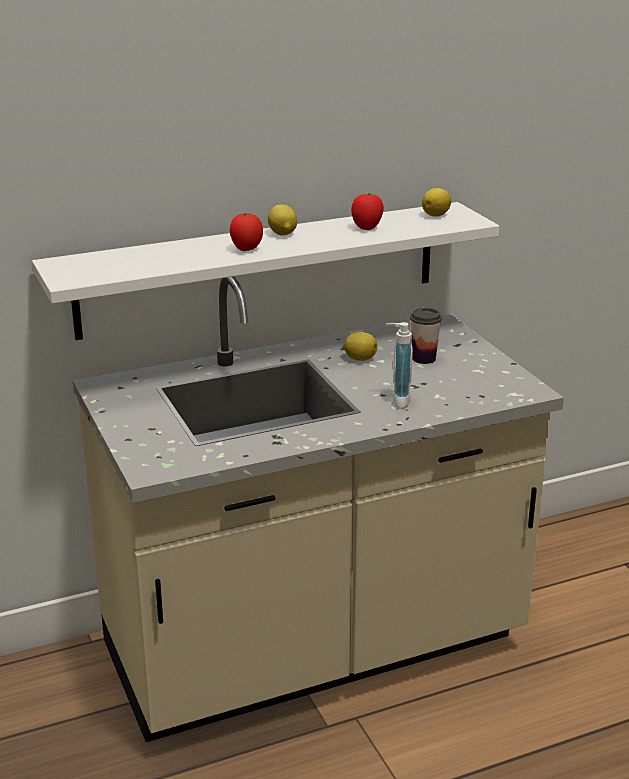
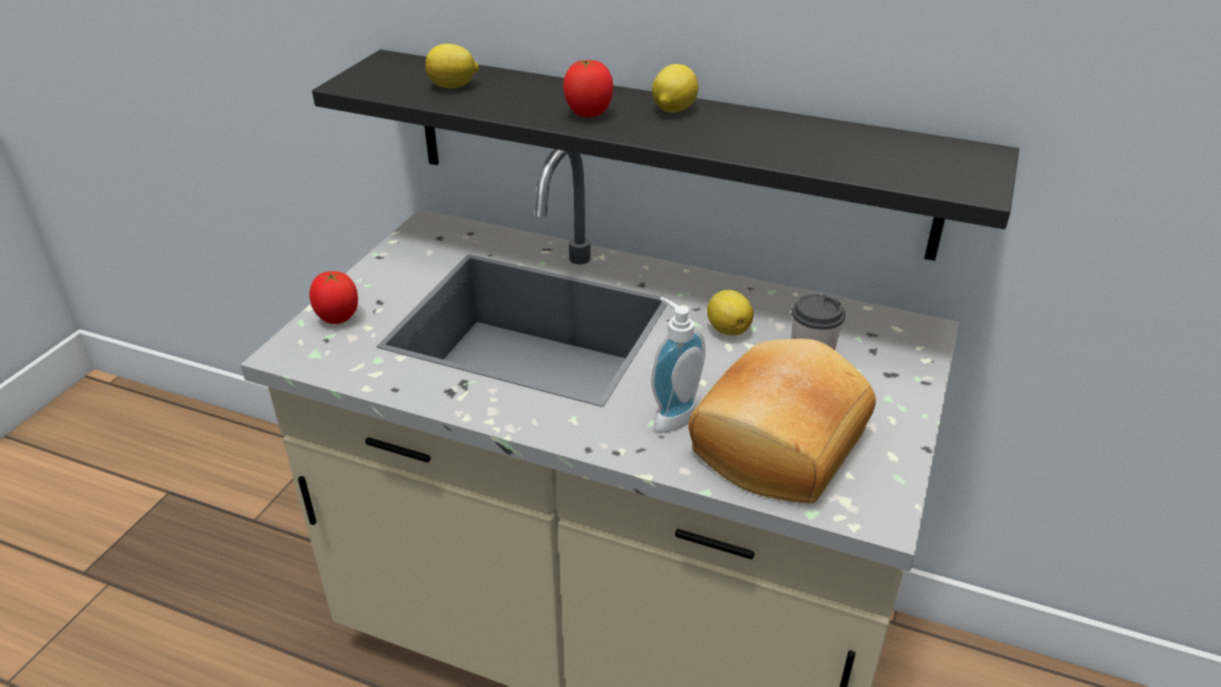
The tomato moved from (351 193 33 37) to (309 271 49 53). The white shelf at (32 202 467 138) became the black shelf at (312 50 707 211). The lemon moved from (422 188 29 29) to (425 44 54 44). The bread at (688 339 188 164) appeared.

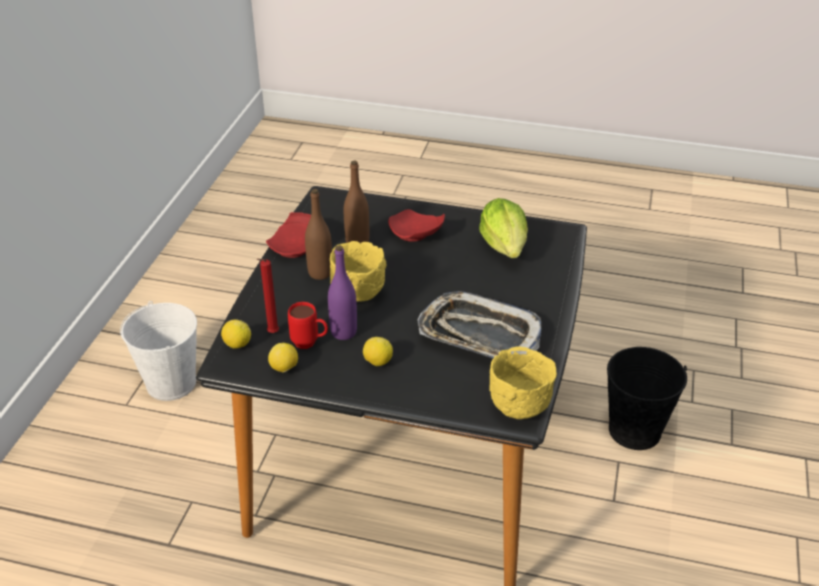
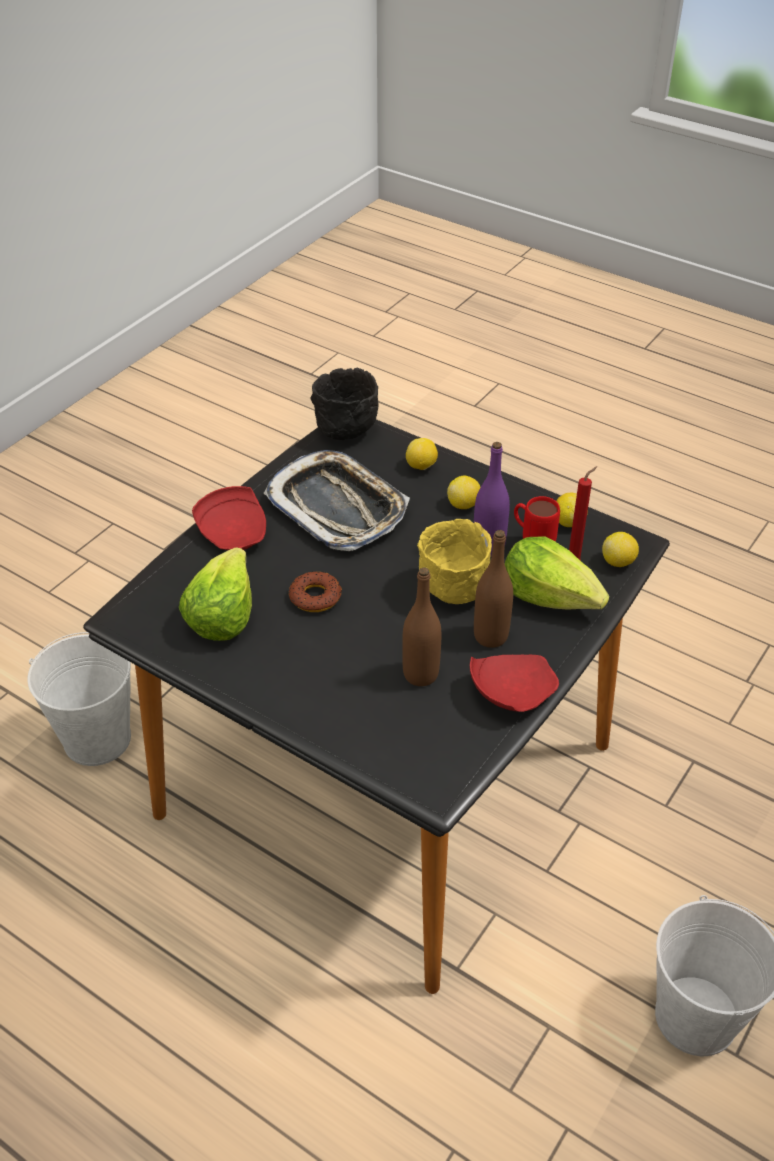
The black bucket at (607 347 80 103) became the white bucket at (27 632 104 134). The red plate moved from (388 209 57 33) to (192 486 74 64). The donut at (288 571 54 41) appeared. The yellow bowl at (490 346 67 73) became the black bowl at (310 367 68 73). The lemon at (406 438 32 32) appeared. The lettuce at (505 536 104 74) appeared.

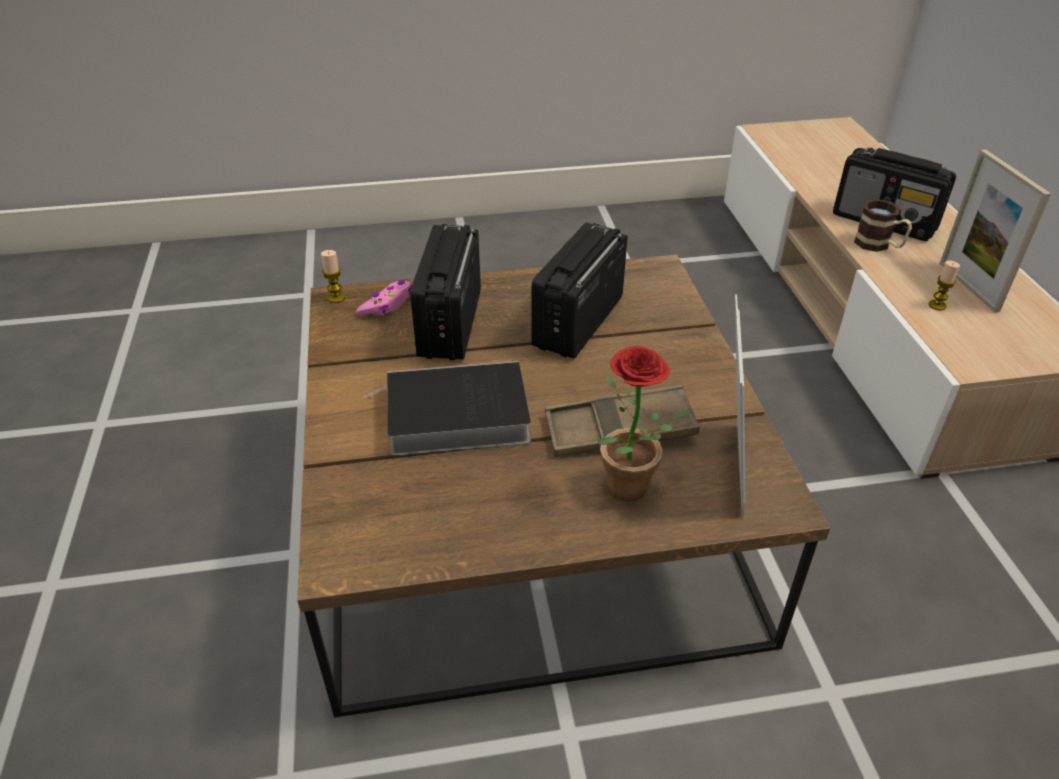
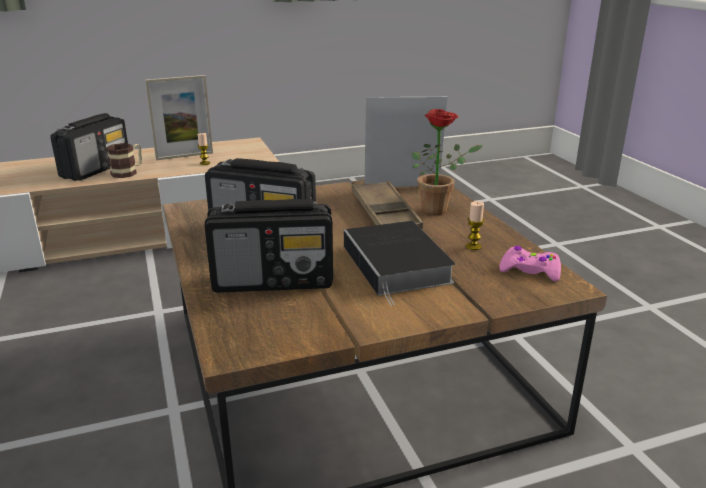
The candle moved from (321 250 24 53) to (466 201 18 49). The pink game controller moved from (356 280 56 36) to (499 246 62 35).

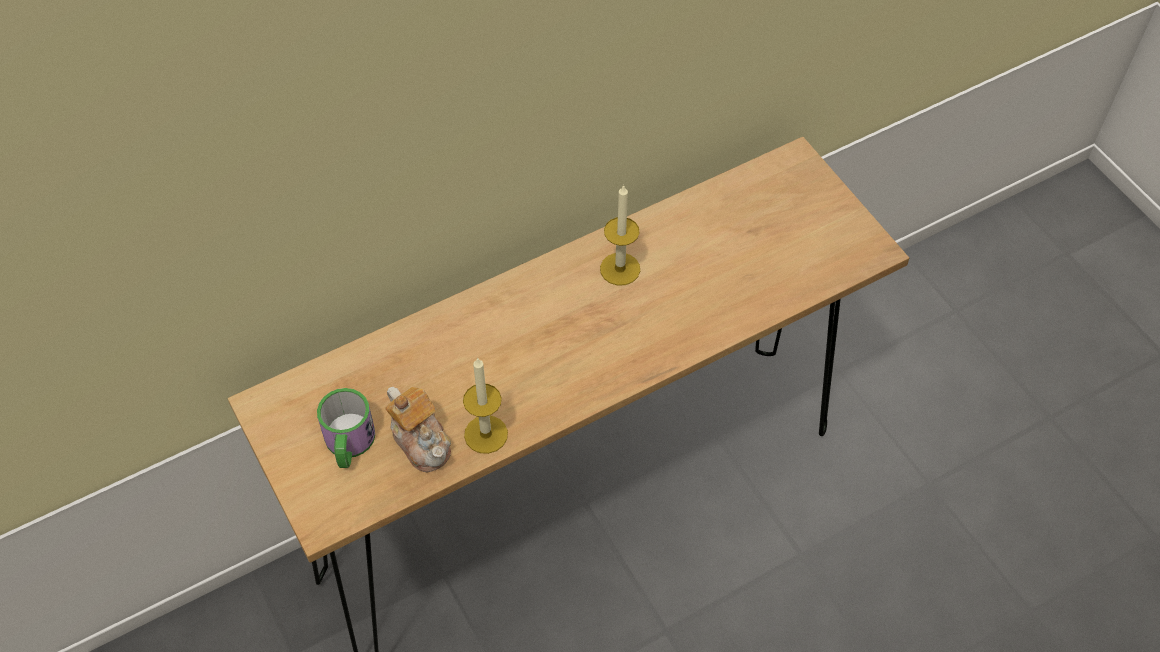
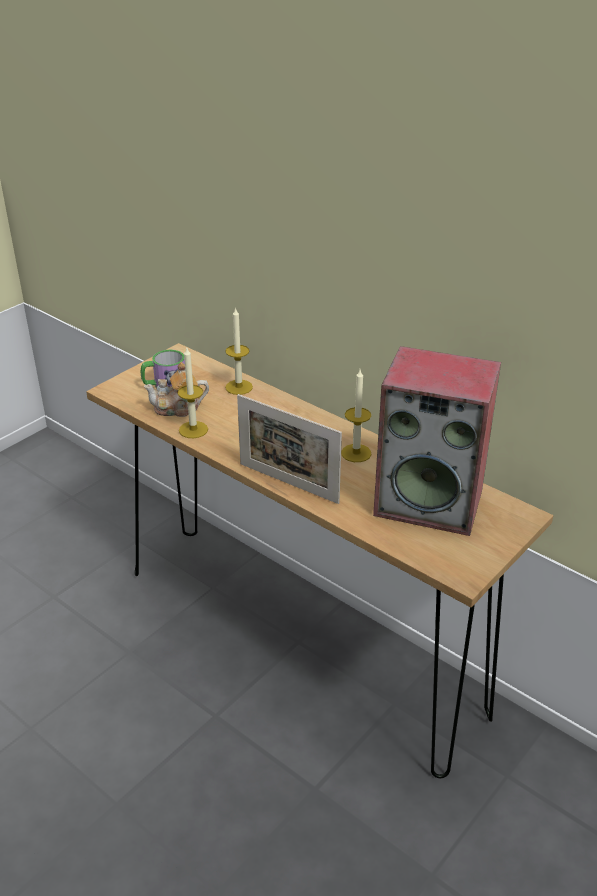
The teapot at (385 387 66 85) turned 45 degrees clockwise. The candle at (225 307 28 88) appeared. The picture frame at (237 394 105 110) appeared. The speaker at (373 346 128 190) appeared.

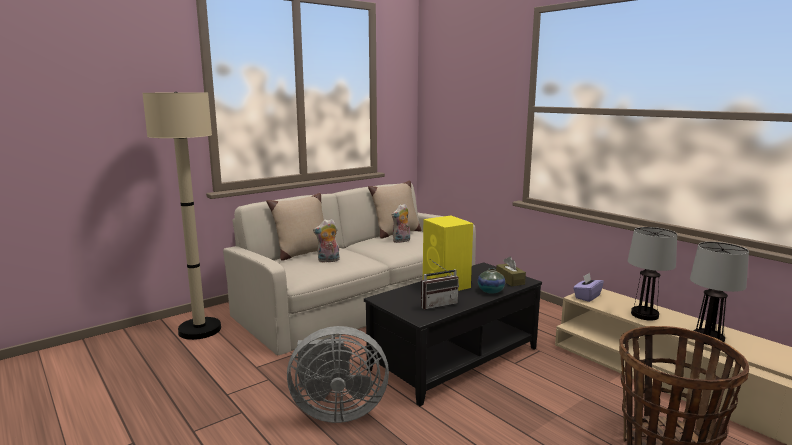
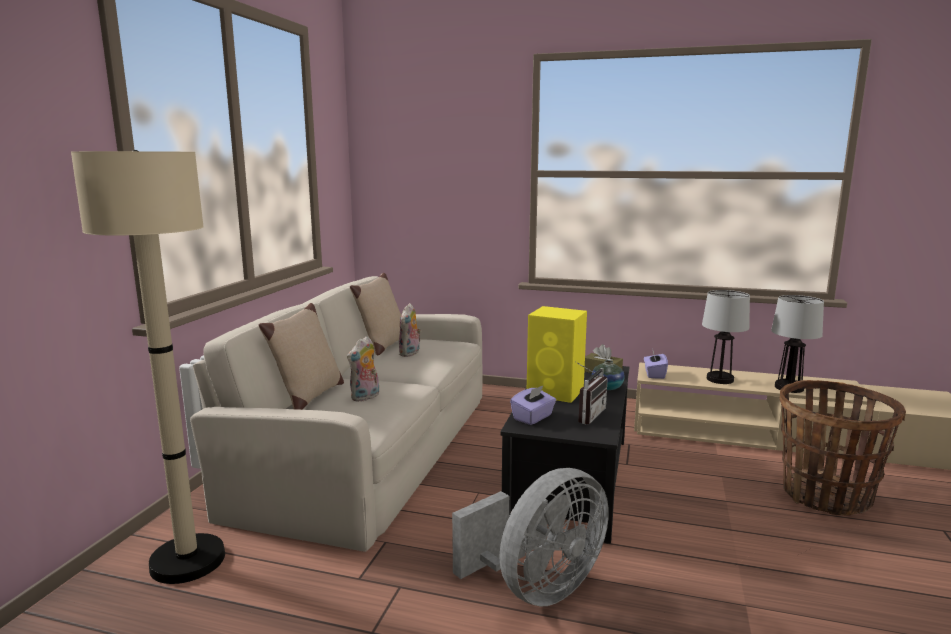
The purple tissue box at (510 385 46 40) appeared.

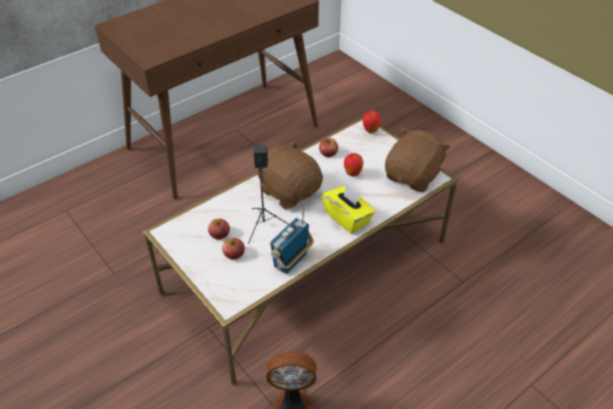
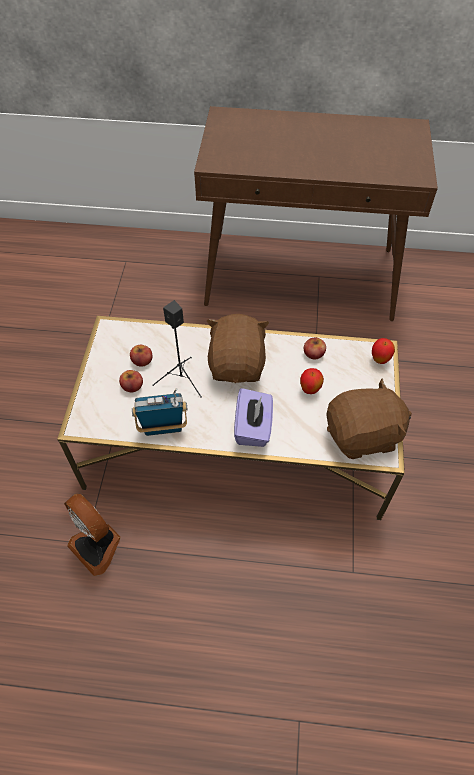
The yellow tissue box at (322 184 53 50) became the purple tissue box at (234 388 39 59).

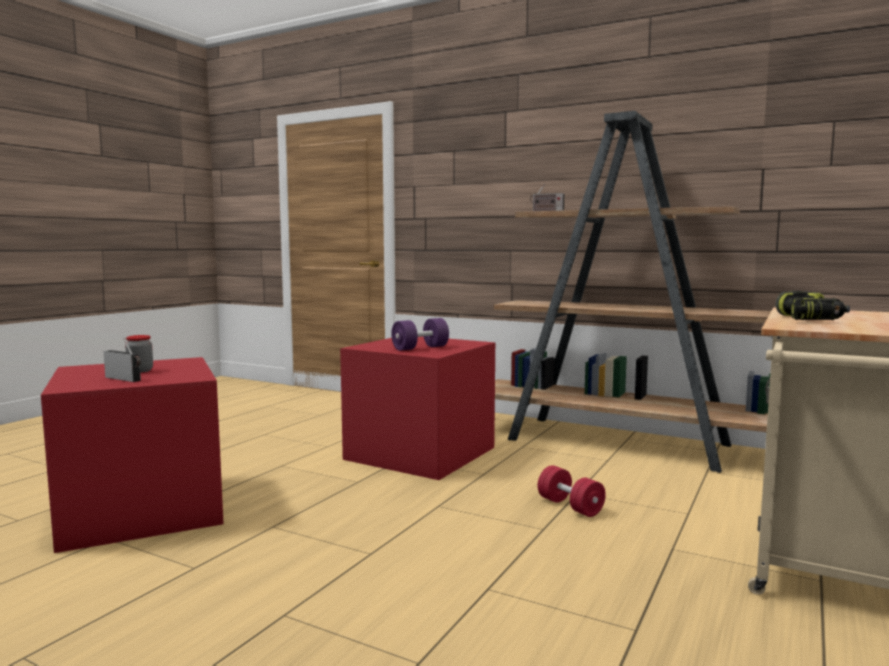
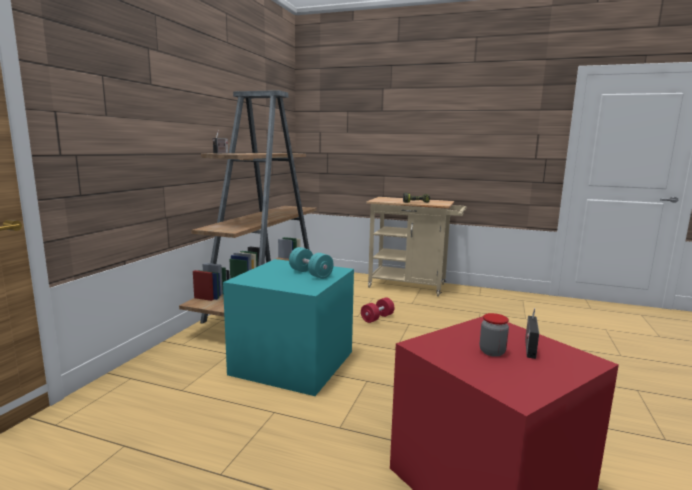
The red storage box at (340 336 155 144) became the turquoise storage box at (223 259 131 137). The purple dumbbell at (391 318 58 33) became the turquoise dumbbell at (289 247 45 32).

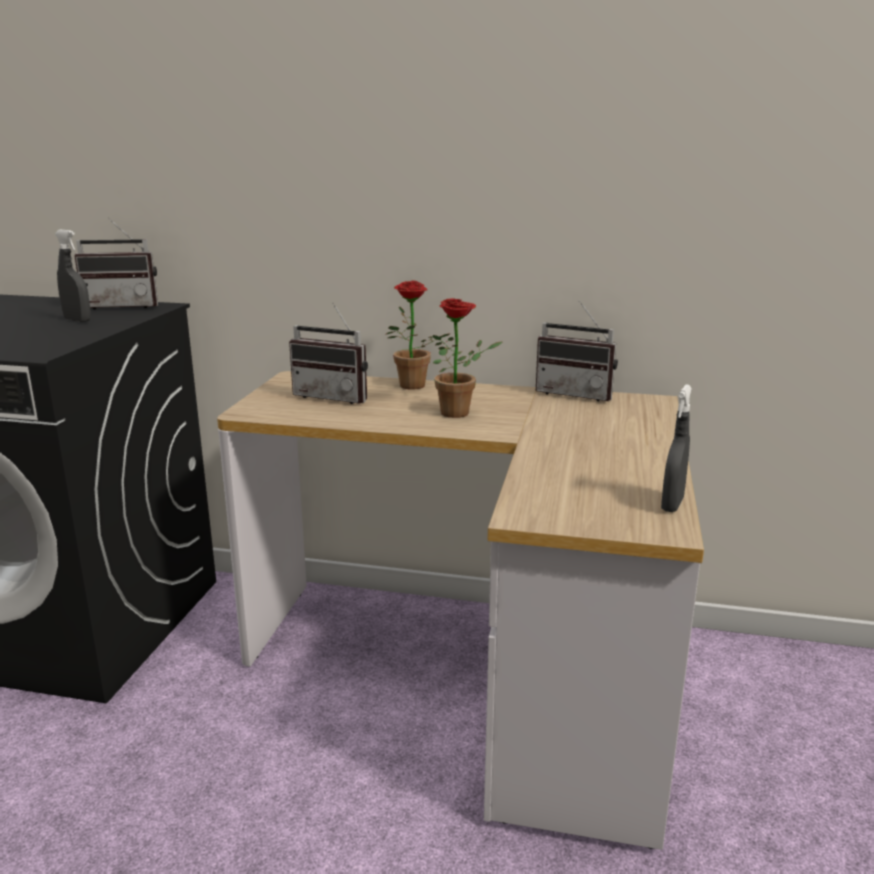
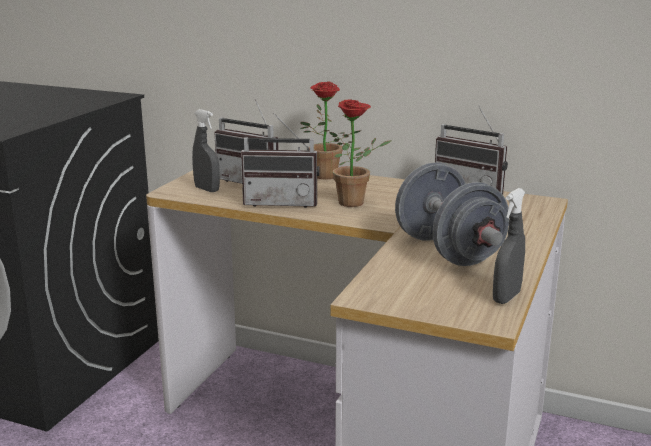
The grey spray bottle moved from (55 230 36 92) to (192 109 28 83). The radio moved from (74 218 84 91) to (241 113 79 95). The grey dumbbell at (395 163 114 103) appeared.

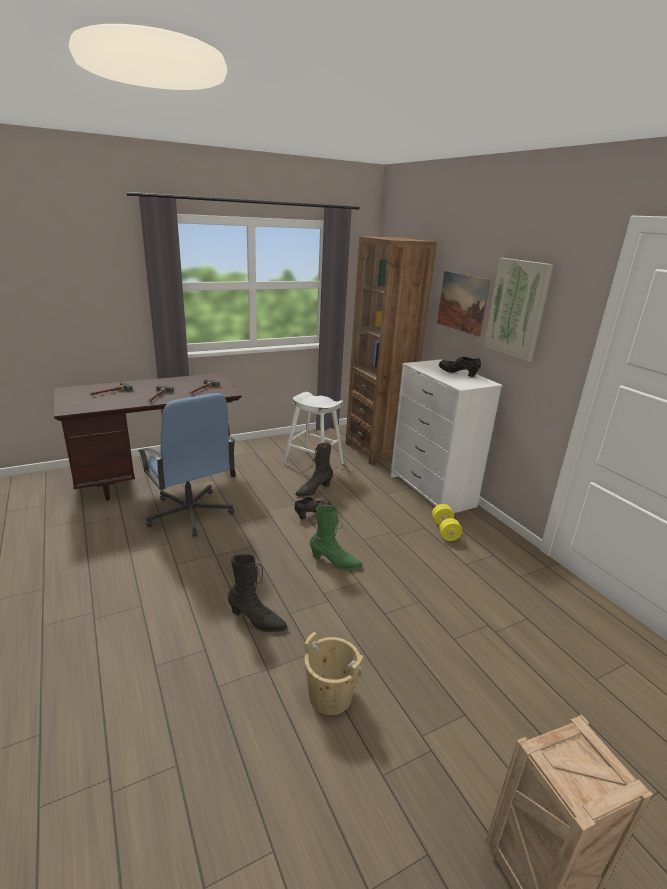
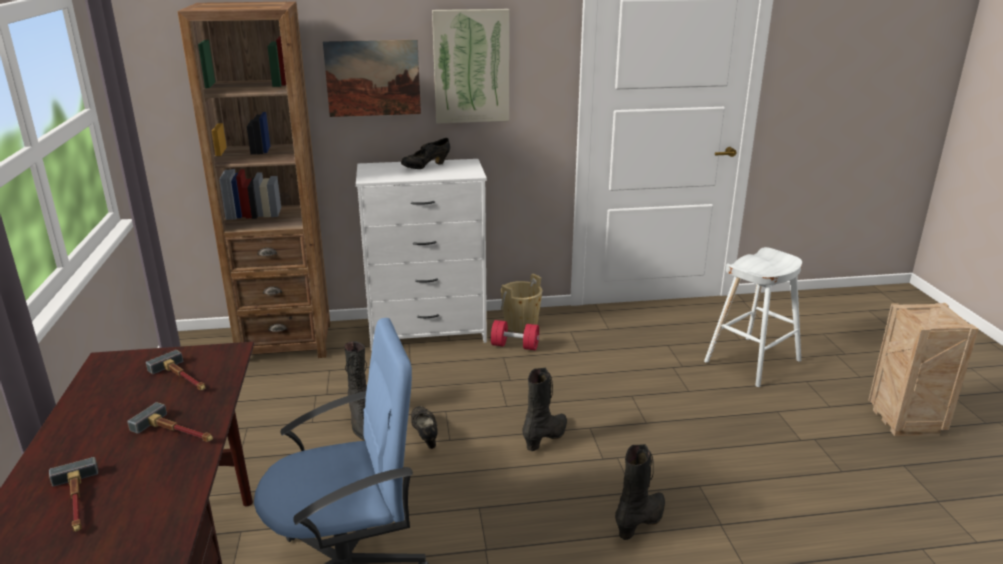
The yellow dumbbell at (432 504 30 37) became the red dumbbell at (491 320 48 30). The beige bucket moved from (305 632 58 83) to (501 274 42 58). The green boot at (310 505 53 65) became the black boot at (522 368 45 83). The white stool moved from (283 392 61 73) to (704 247 98 140).

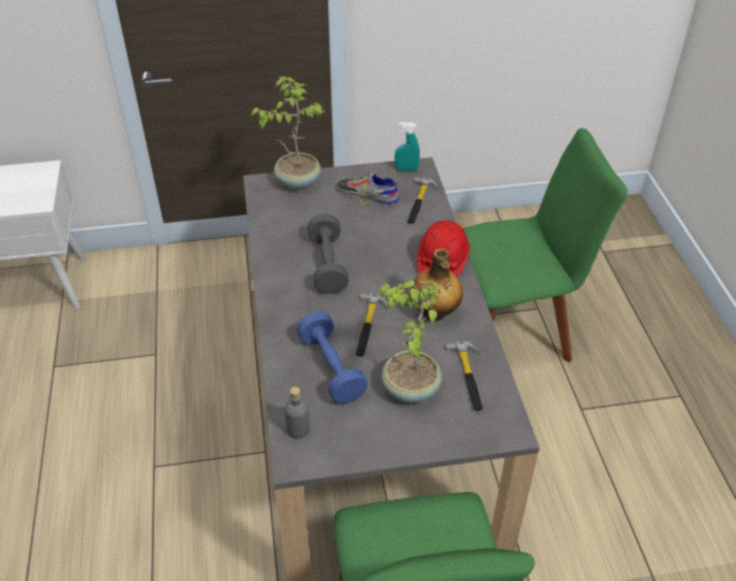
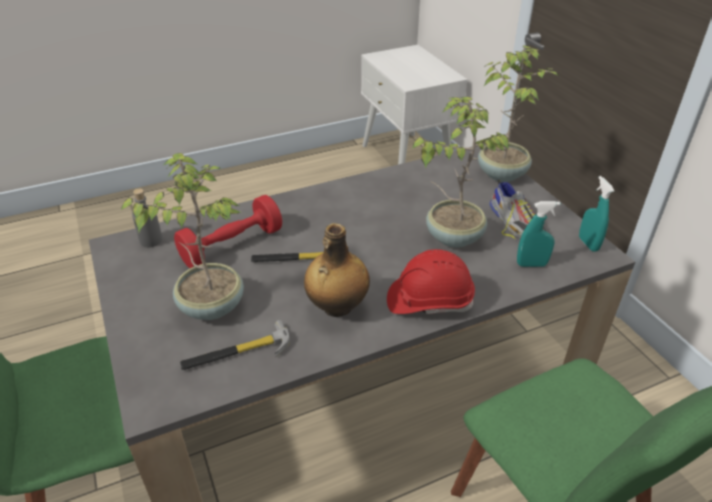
The blue dumbbell at (297 311 71 93) became the red dumbbell at (174 195 108 73). The potted plant at (412 97 98 151) appeared. The shoe at (337 172 63 33) turned 150 degrees clockwise. The hammer at (407 177 31 47) was replaced by the turquoise spray bottle at (517 201 43 66). The grey dumbbell at (308 214 41 80) disappeared.

